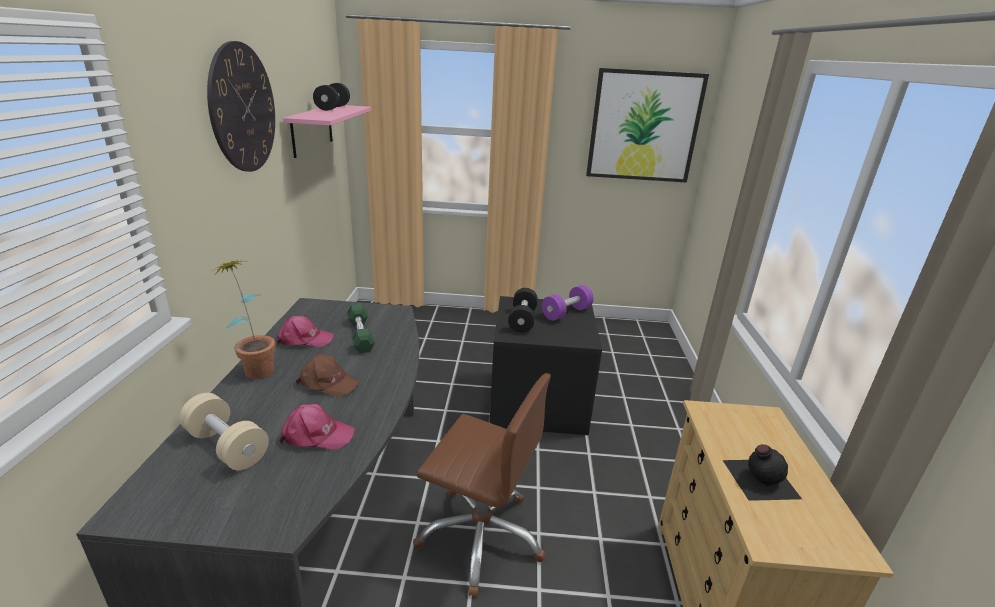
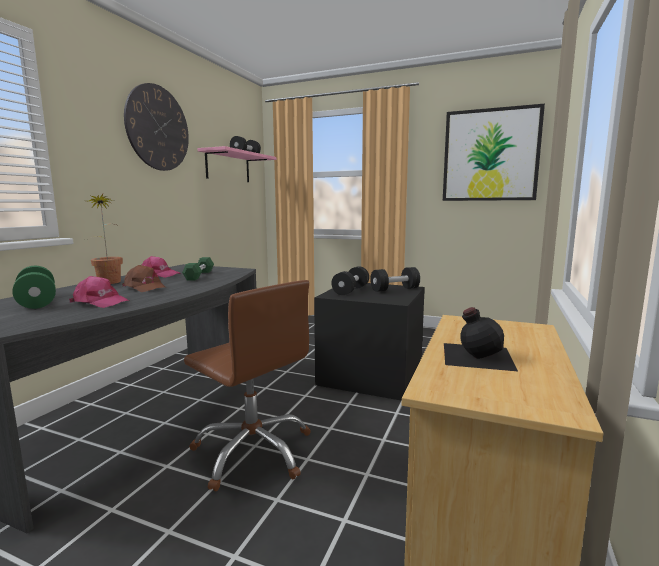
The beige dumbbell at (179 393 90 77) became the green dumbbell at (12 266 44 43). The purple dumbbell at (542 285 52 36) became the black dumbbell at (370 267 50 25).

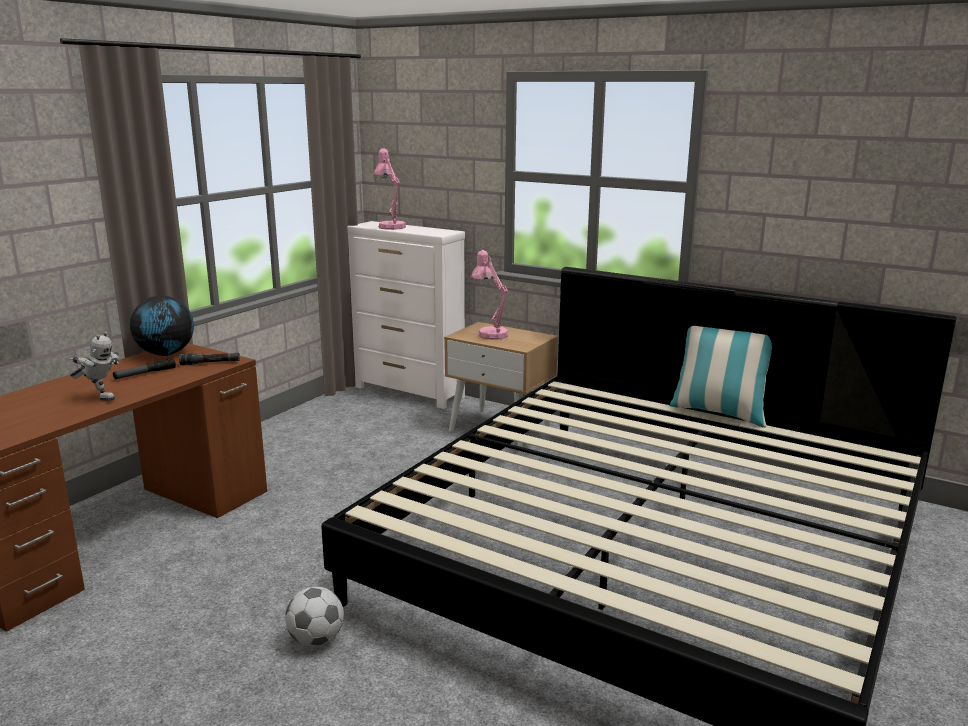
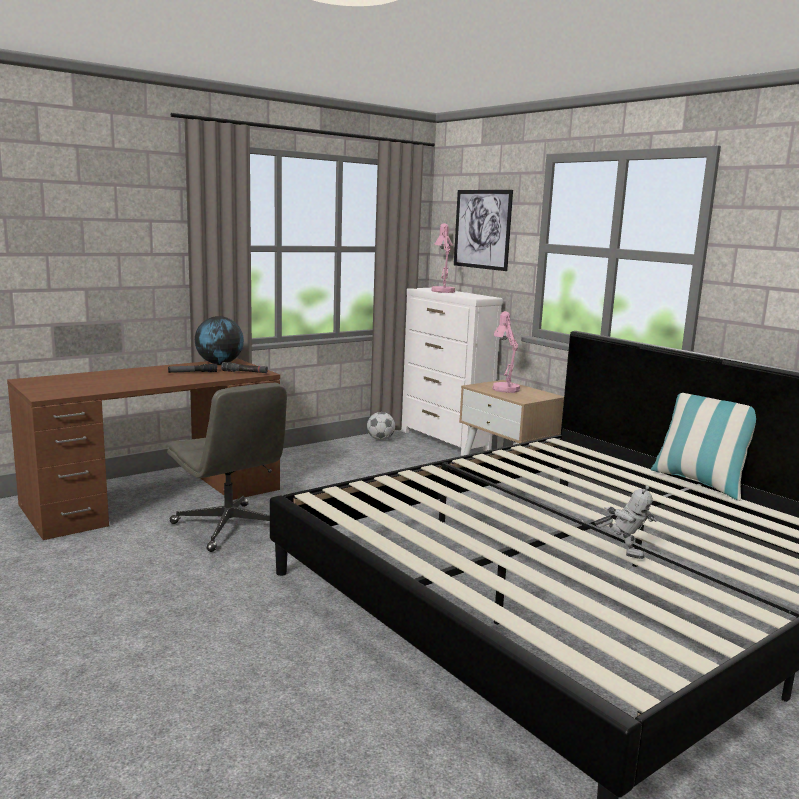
The grey office chair at (167 383 120 169) appeared. The football moved from (285 586 59 60) to (367 412 28 28). The picture at (454 190 59 81) appeared. The toy robot moved from (70 332 49 69) to (594 486 63 73).

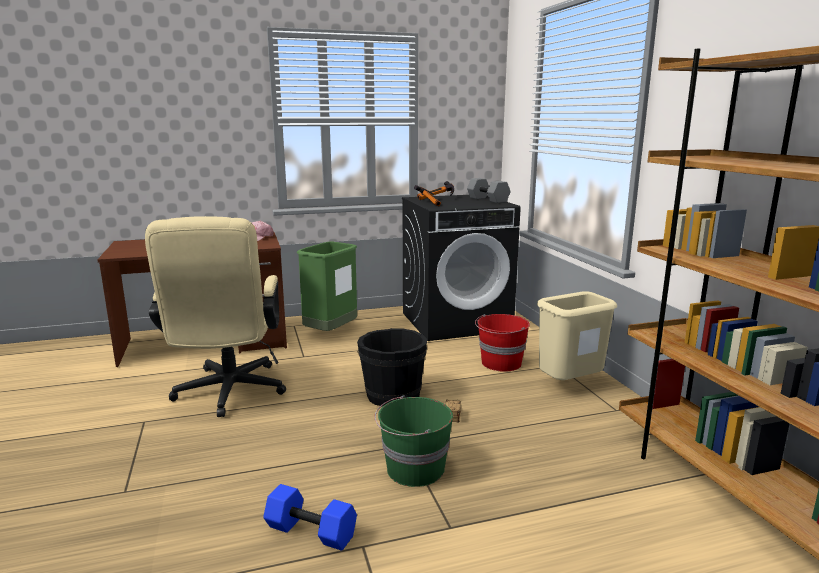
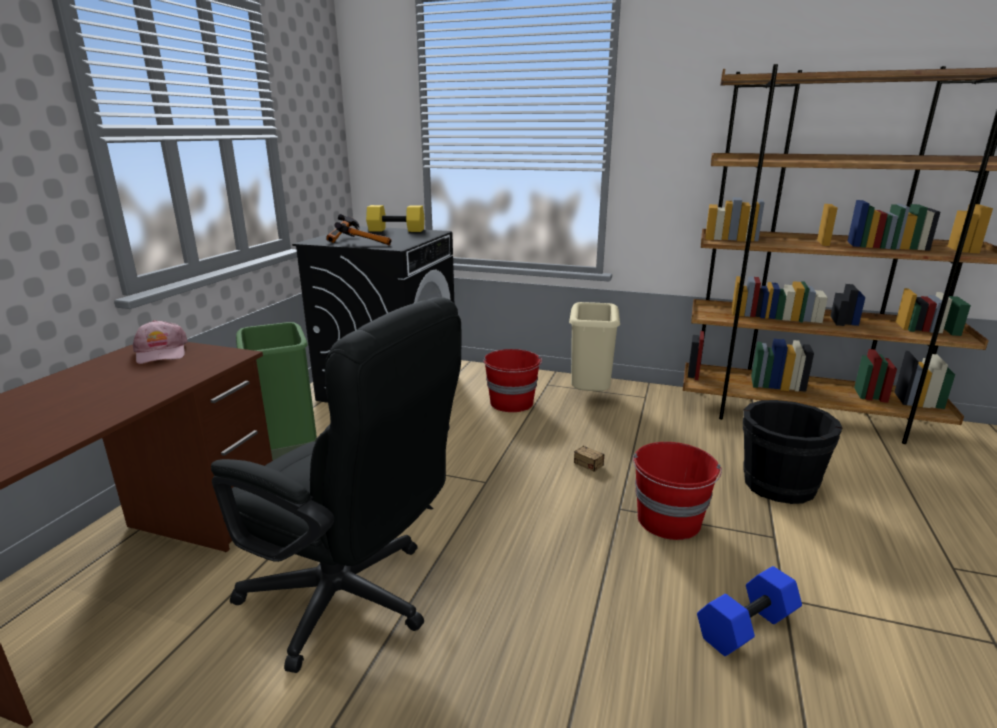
The beige office chair at (145 216 141 201) became the black office chair at (211 297 250 376). The grey dumbbell at (467 178 44 25) became the yellow dumbbell at (366 205 58 27). The green bucket at (375 395 78 92) became the red bucket at (633 442 89 98). The black bucket moved from (357 328 70 79) to (743 400 100 104).

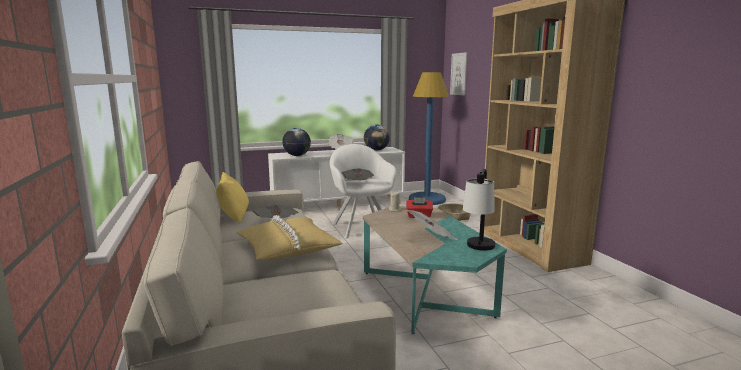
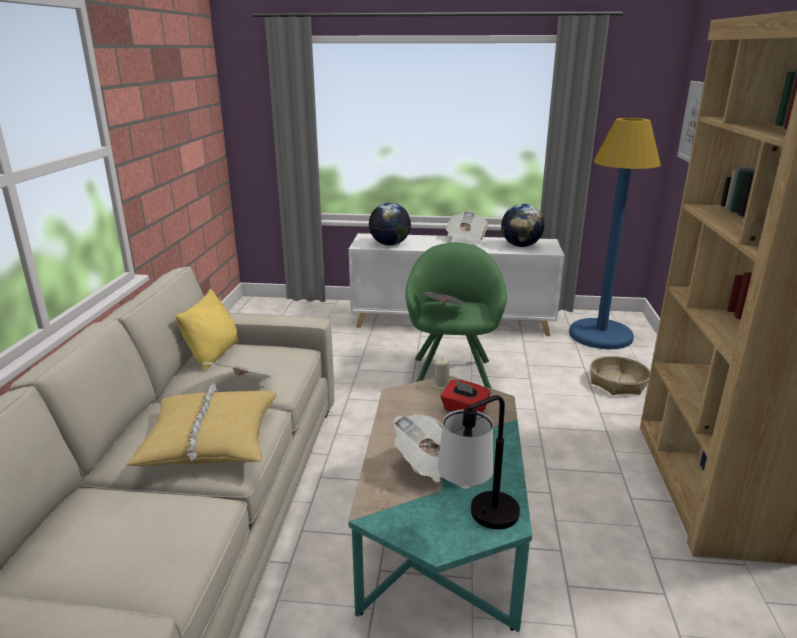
The white armchair at (330 144 67 95) became the green armchair at (405 242 102 147).

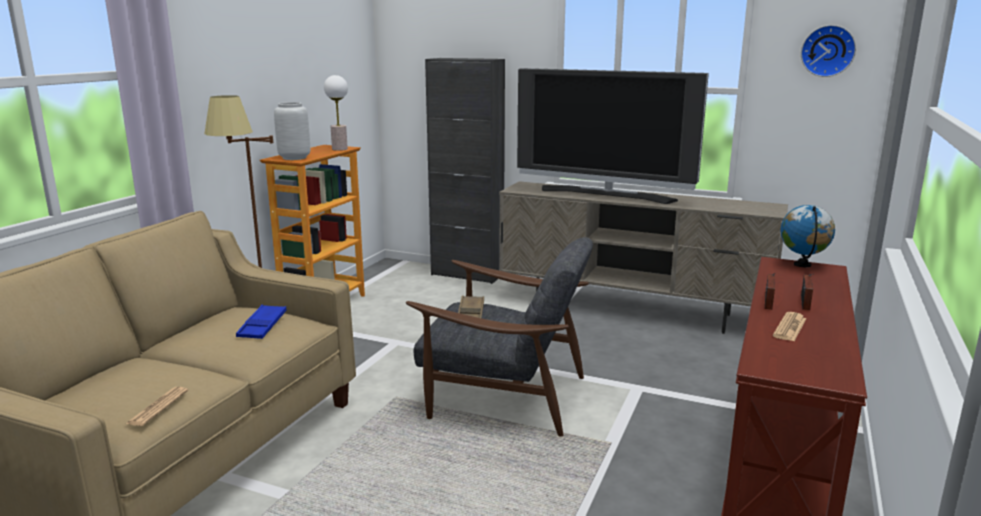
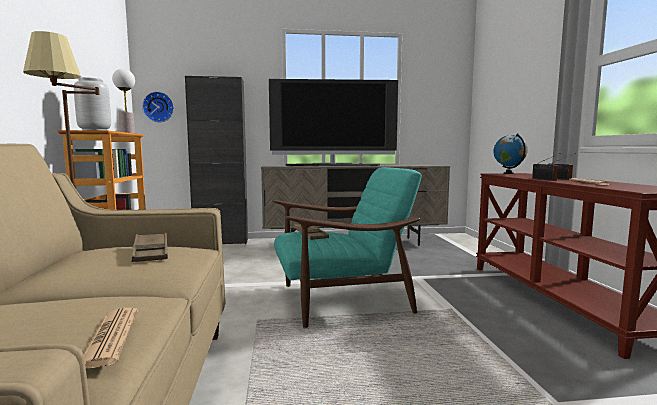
The blue tray at (236 305 50 34) became the brown tray at (132 233 36 29). The wall clock moved from (801 25 55 52) to (142 92 32 31). The grey armchair at (406 237 187 199) became the turquoise armchair at (272 167 150 161).

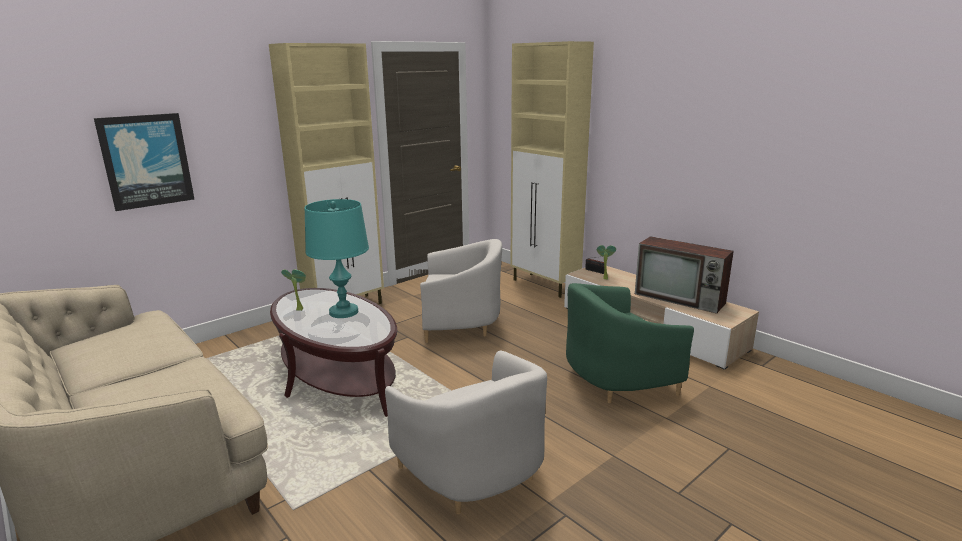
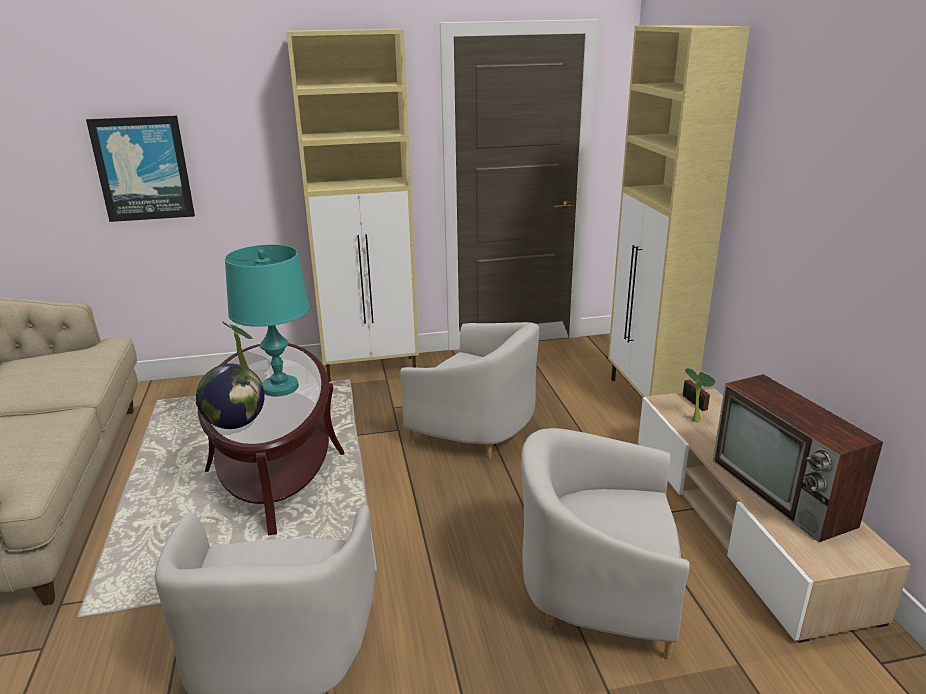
The globe at (196 364 69 65) appeared. The green armchair at (566 283 128 120) became the white armchair at (521 428 169 232).

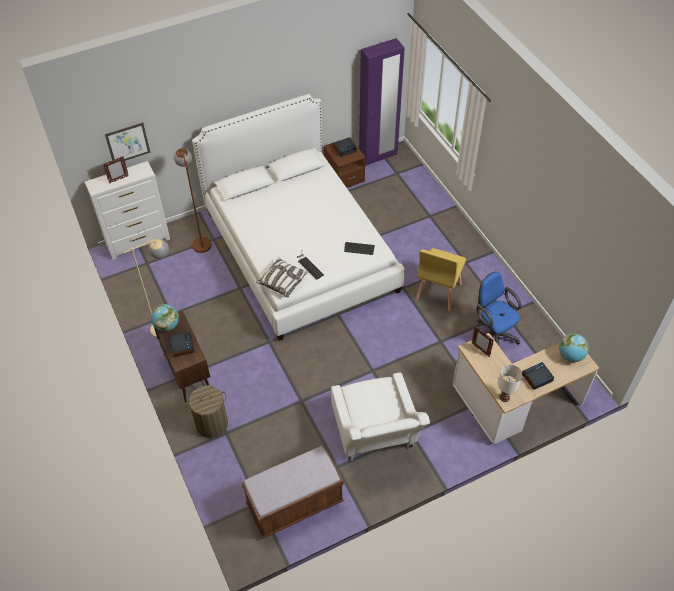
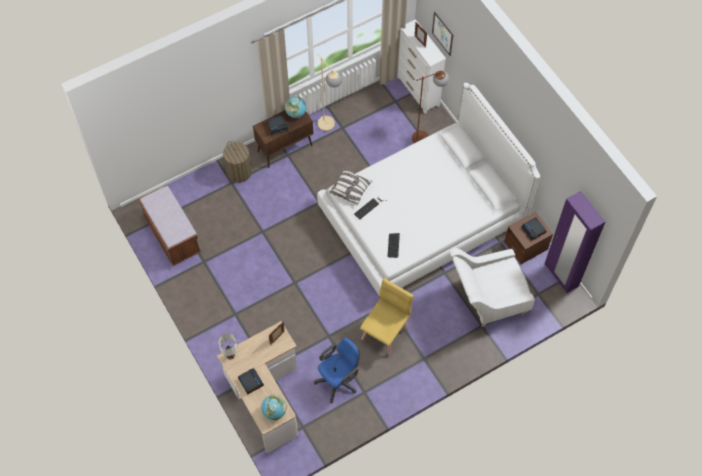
The yellow chair at (415 248 51 63) turned 105 degrees clockwise. The white armchair moved from (331 373 99 88) to (449 248 86 79).

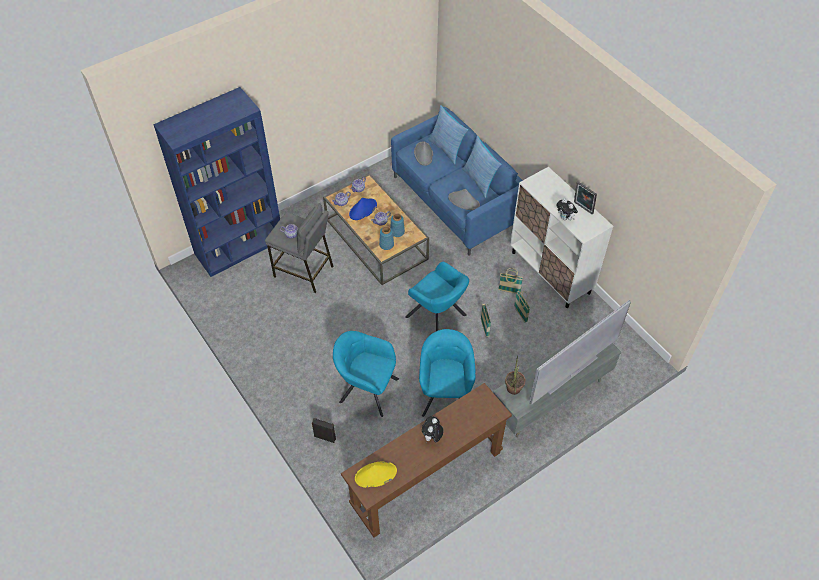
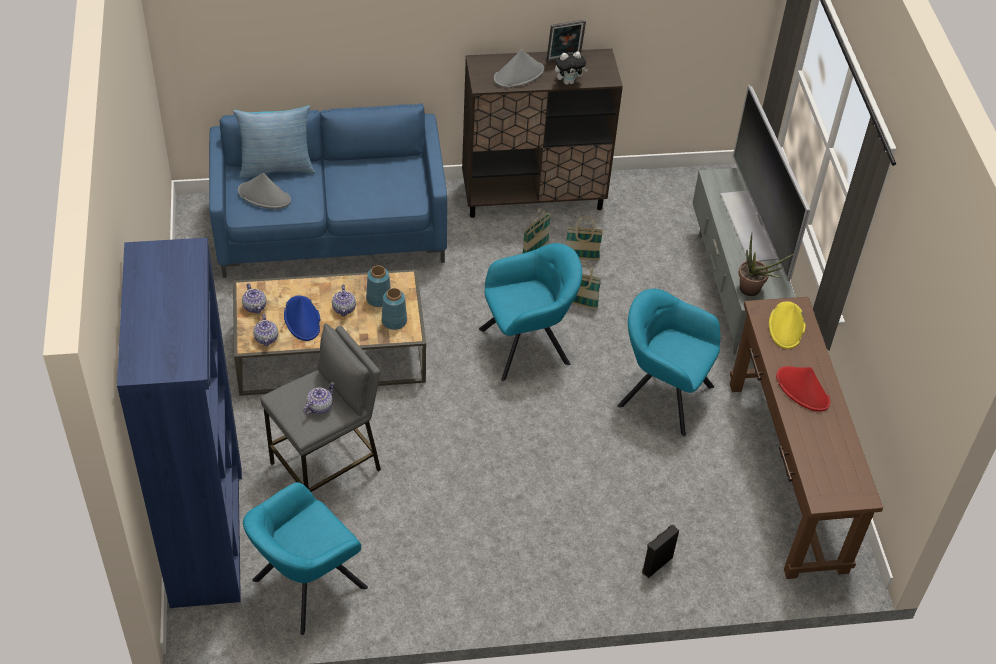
The turquoise armchair moved from (333 331 66 86) to (243 482 125 153). The white cabinet at (510 167 103 141) became the brown cabinet at (462 49 161 169). The grey hat moved from (448 189 32 21) to (494 49 50 38). The yellow hat moved from (355 462 42 26) to (769 301 37 48). The plush toy at (422 416 21 26) was replaced by the red hat at (776 366 54 46). The pillow at (462 136 40 62) disappeared.

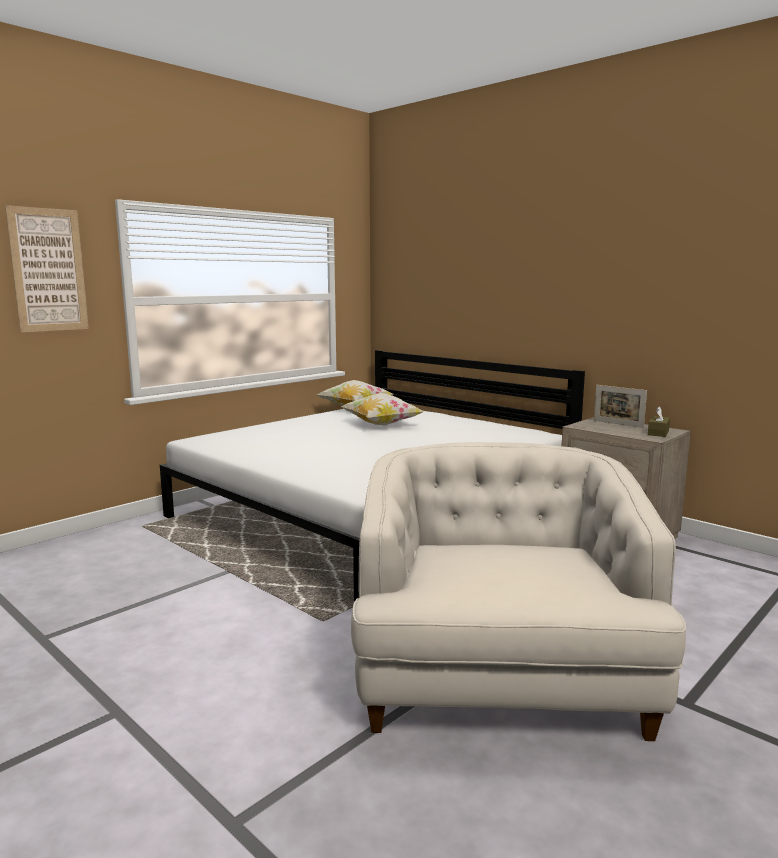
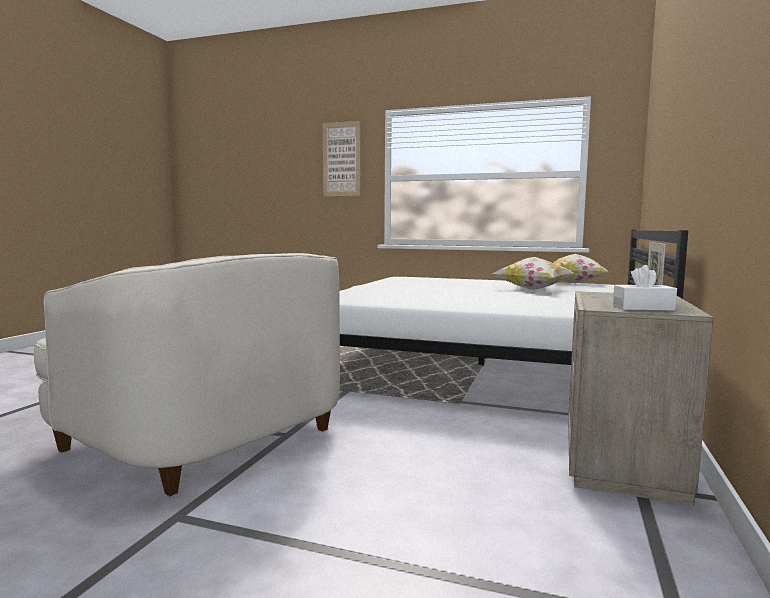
The white armchair at (351 442 335 299) turned 60 degrees clockwise. The brown tissue box at (648 406 22 31) became the white tissue box at (613 265 64 46).

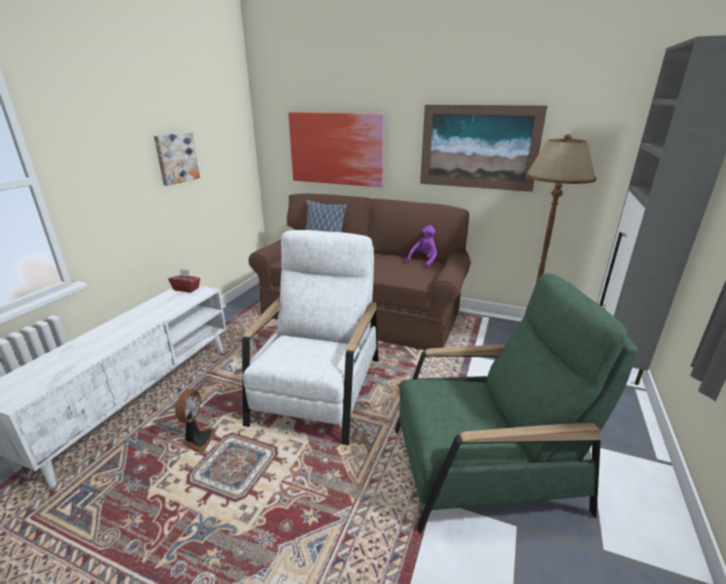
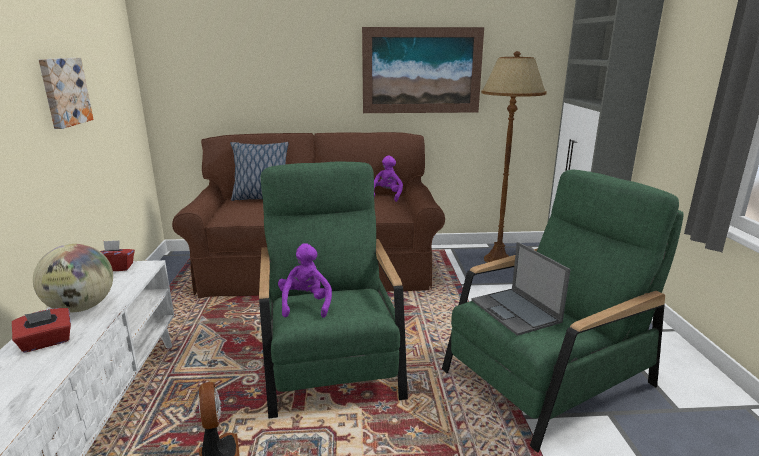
The red tissue box at (12 308 59 45) appeared. The globe at (33 244 80 69) appeared. The white armchair at (242 230 136 215) became the green armchair at (259 162 149 257). The purple plush toy at (278 243 54 75) appeared. The laptop at (471 242 100 94) appeared. The picture at (288 112 97 75) disappeared.

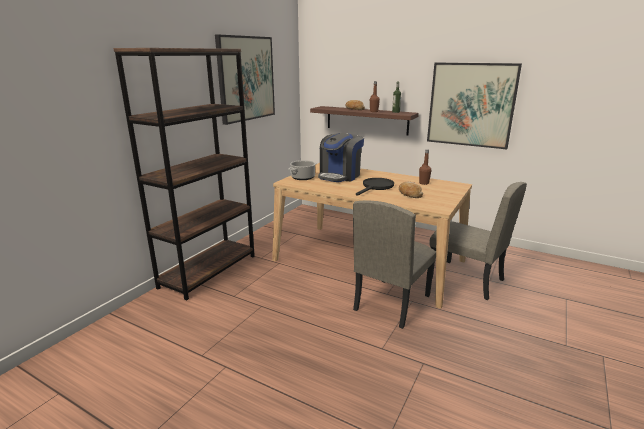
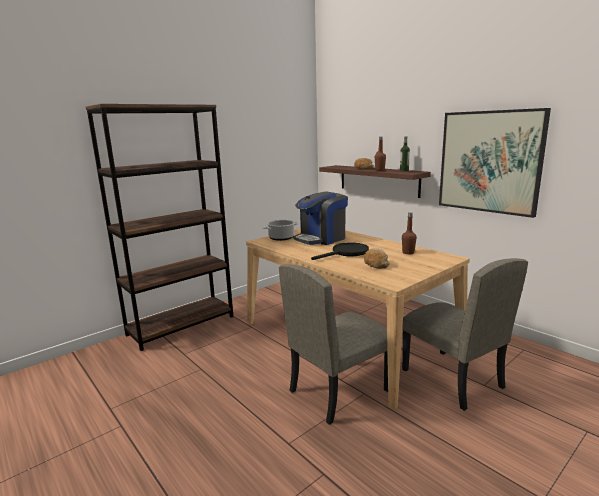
The picture at (215 35 60 90) disappeared.

